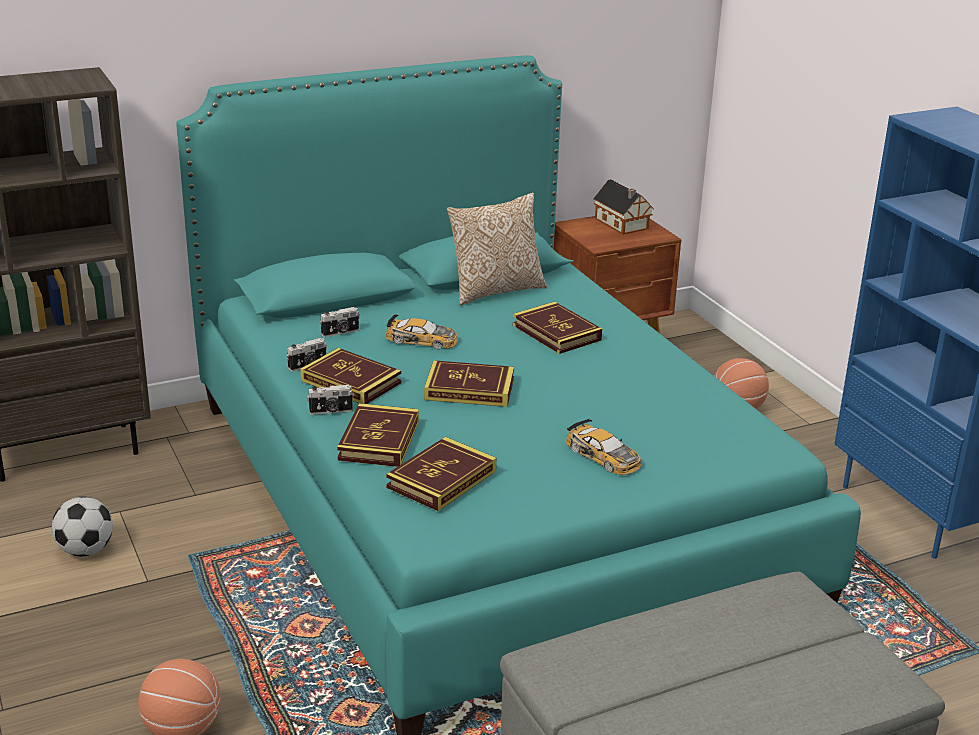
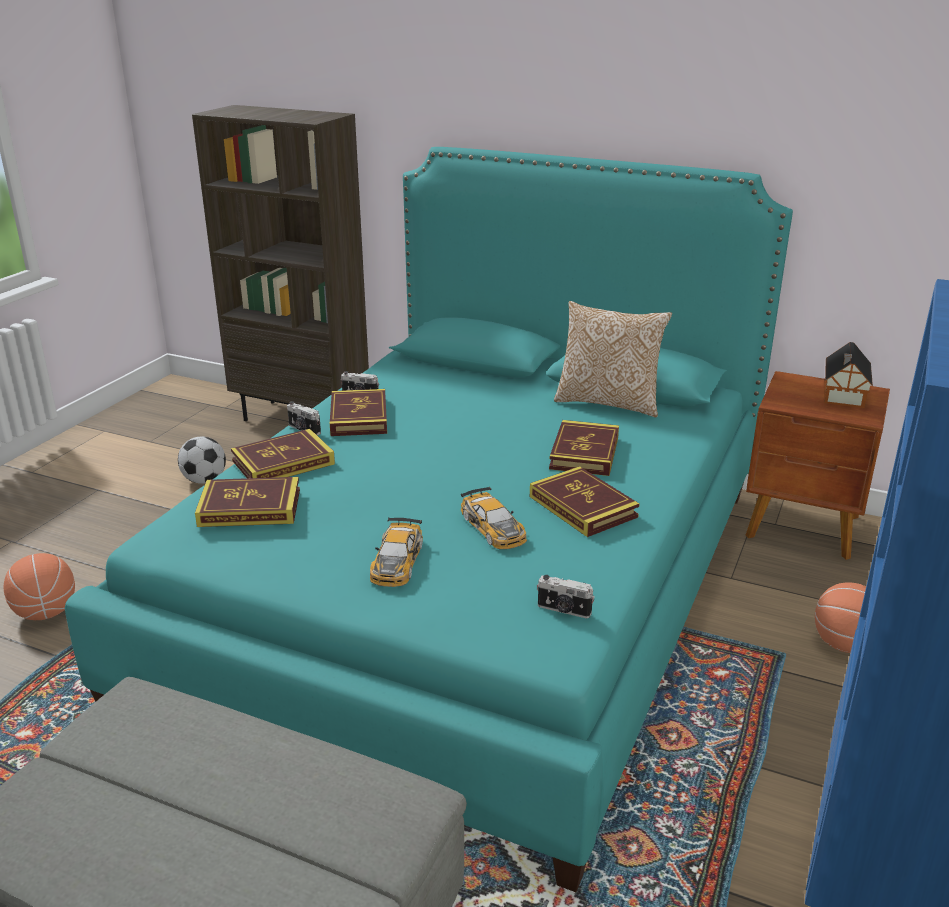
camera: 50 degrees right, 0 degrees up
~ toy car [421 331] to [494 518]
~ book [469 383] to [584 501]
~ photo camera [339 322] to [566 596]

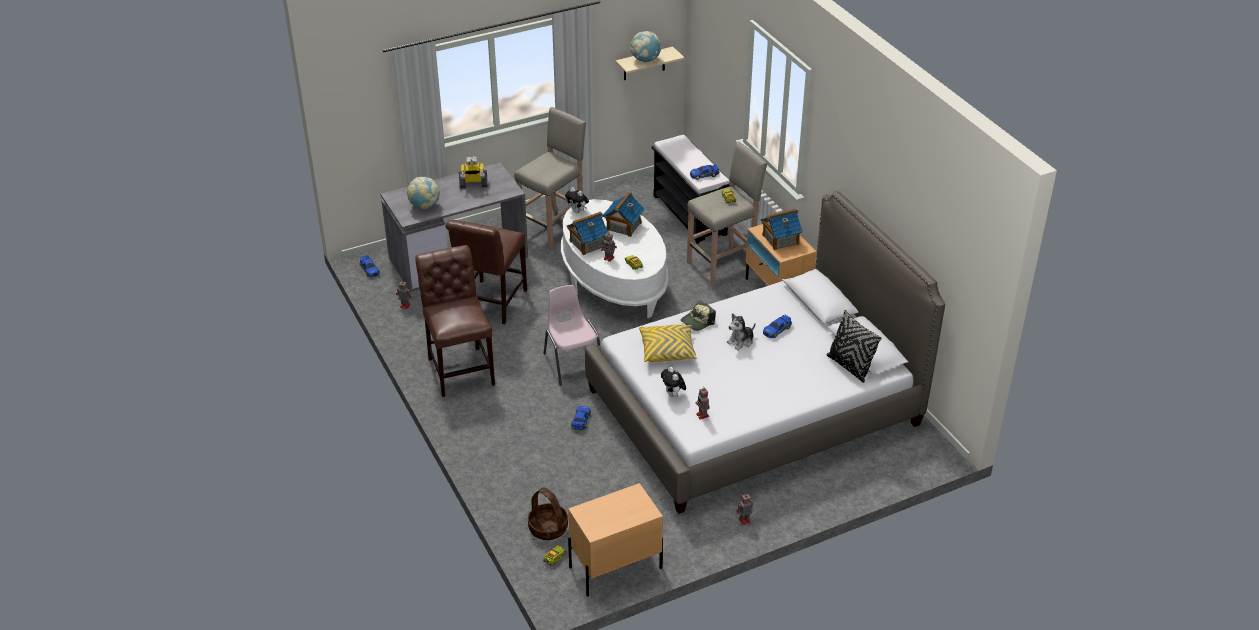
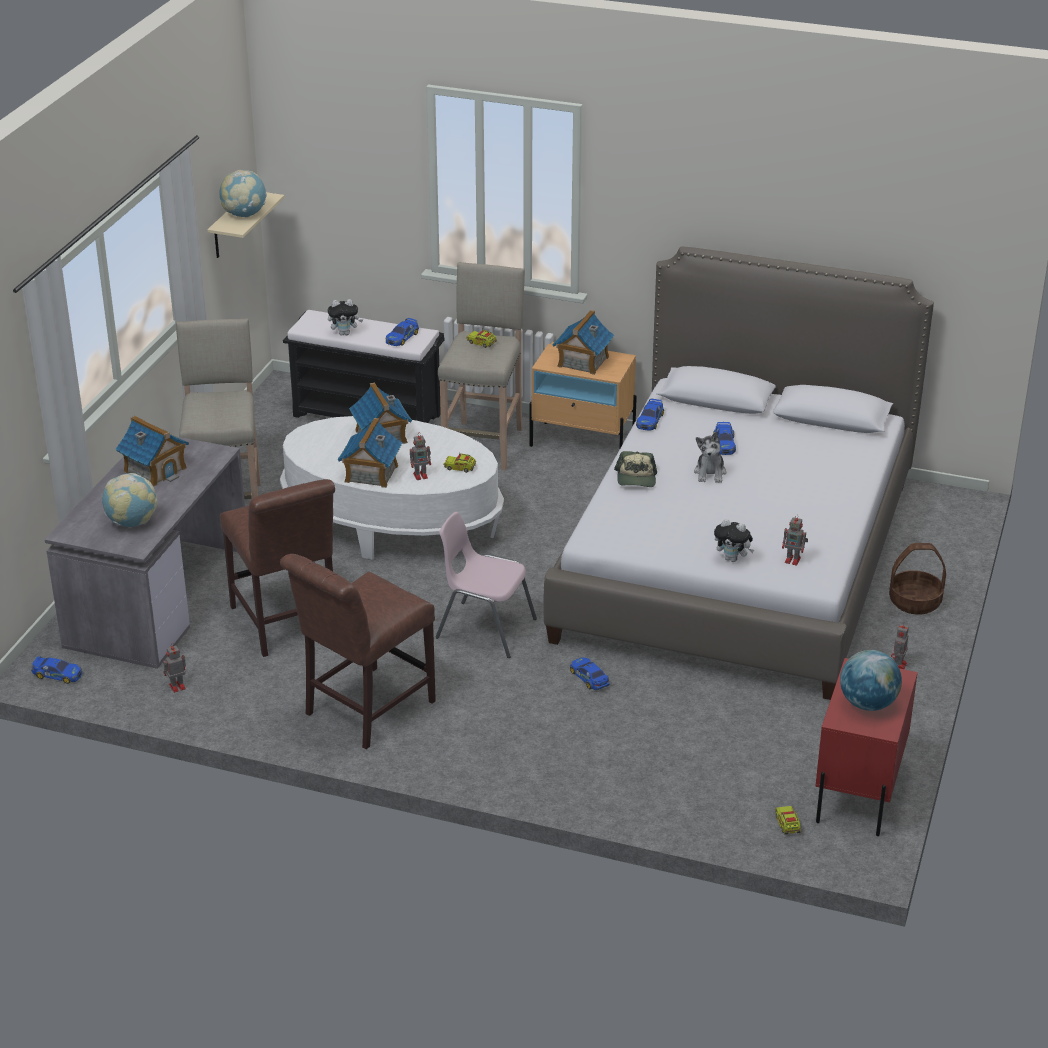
camera: 45 degrees left, 5 degrees down
~ toy robot [473 172] to toy house [152 451]
~ brown chair [455 321] = [358 651] 75 degrees counterclockwise
~ plush toy [577 200] to [345 317]
+ toy car [650 414]
~ beige nightstand [615 540] to red nightstand [866 747]
+ globe [871 680]
~ basket [548 513] to [917 579]
- yellow pillow [668 343]
- black pillow [854 346]

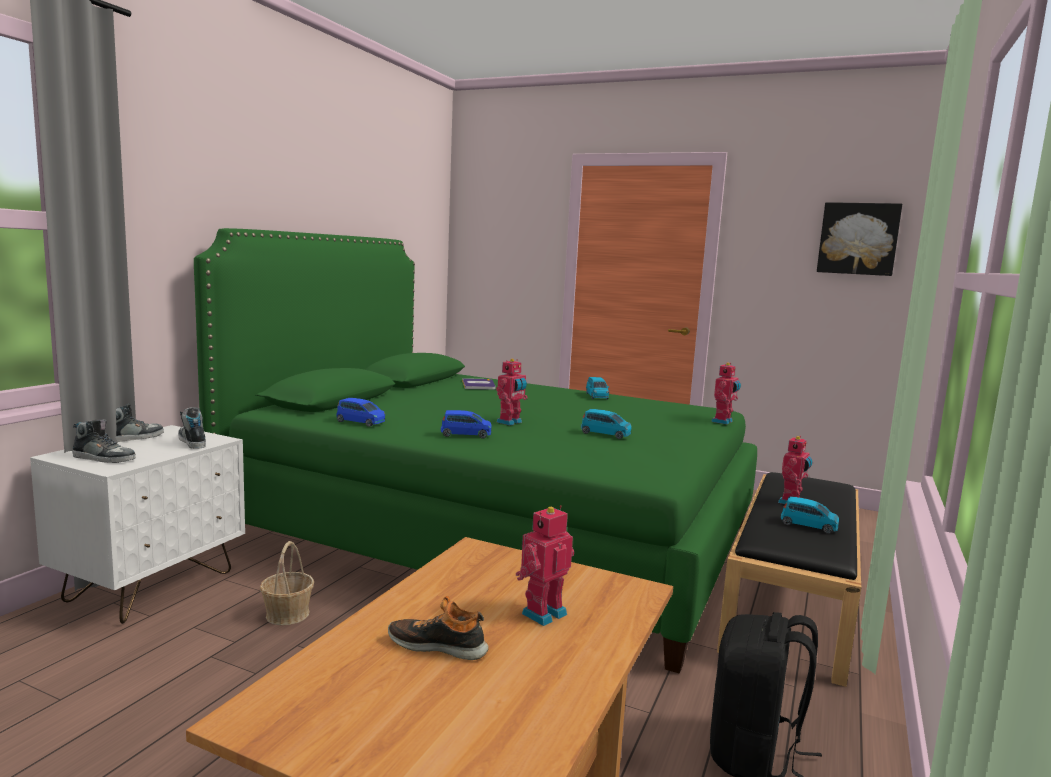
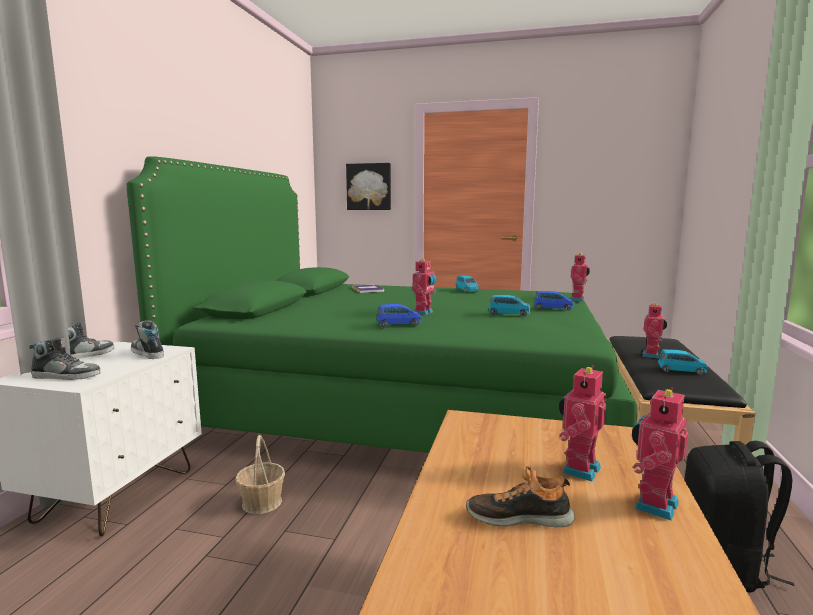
camera: 10 degrees left, 0 degrees up
~ picture [859 239] to [368 186]
~ blue toy car [360 412] to [553 301]
+ toy robot [660 453]

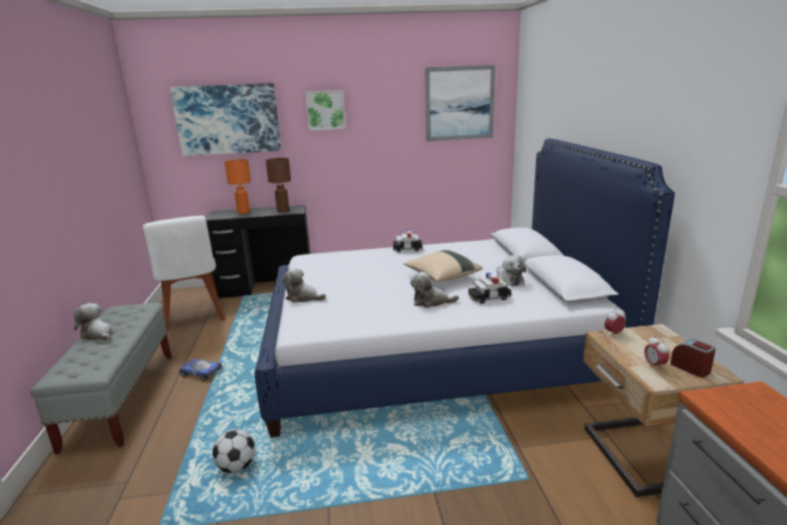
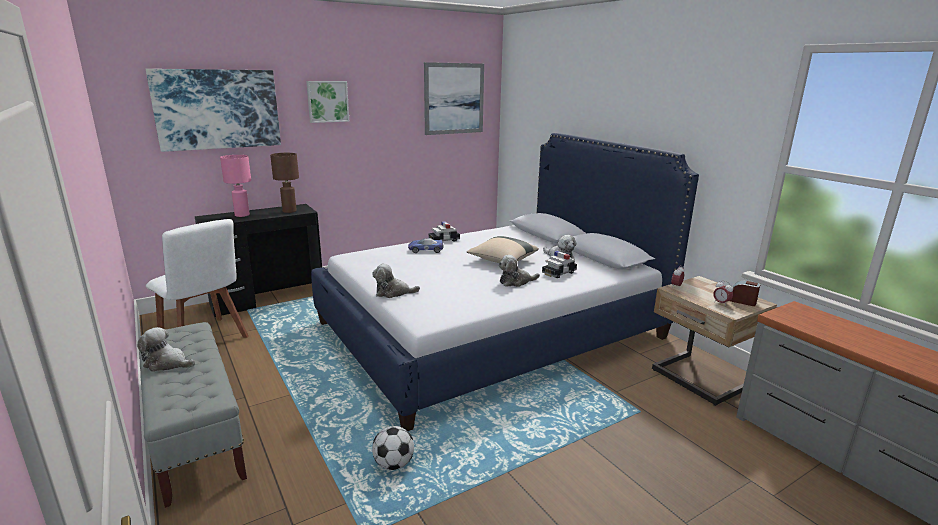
camera: 25 degrees left, 0 degrees up
~ orange table lamp [237 186] to pink table lamp [235 186]
~ toy car [200 370] to [426 245]

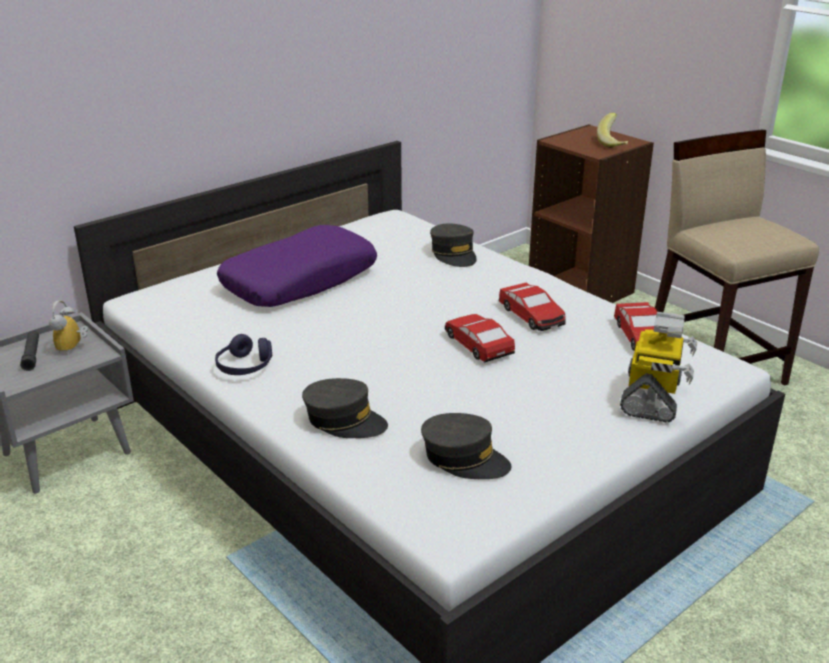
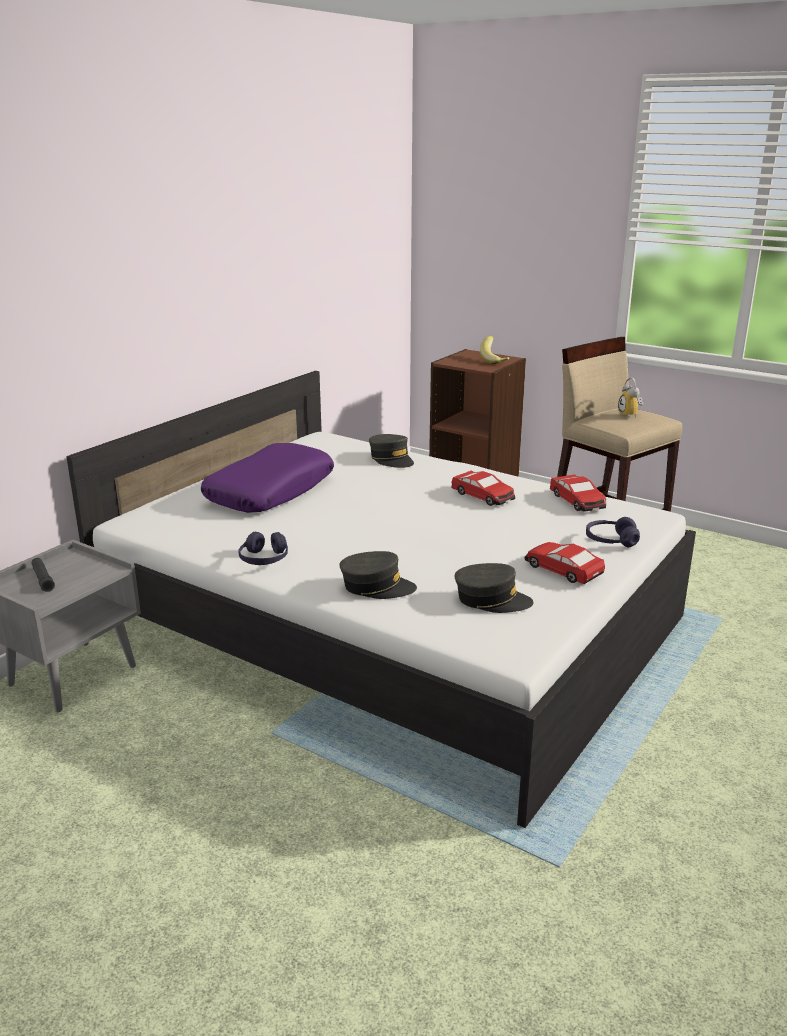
camera: 15 degrees left, 5 degrees down
~ toy car [480 338] to [565 563]
~ toy robot [658 367] to purple headphones [613 532]
~ alarm clock [69 327] to [630 398]

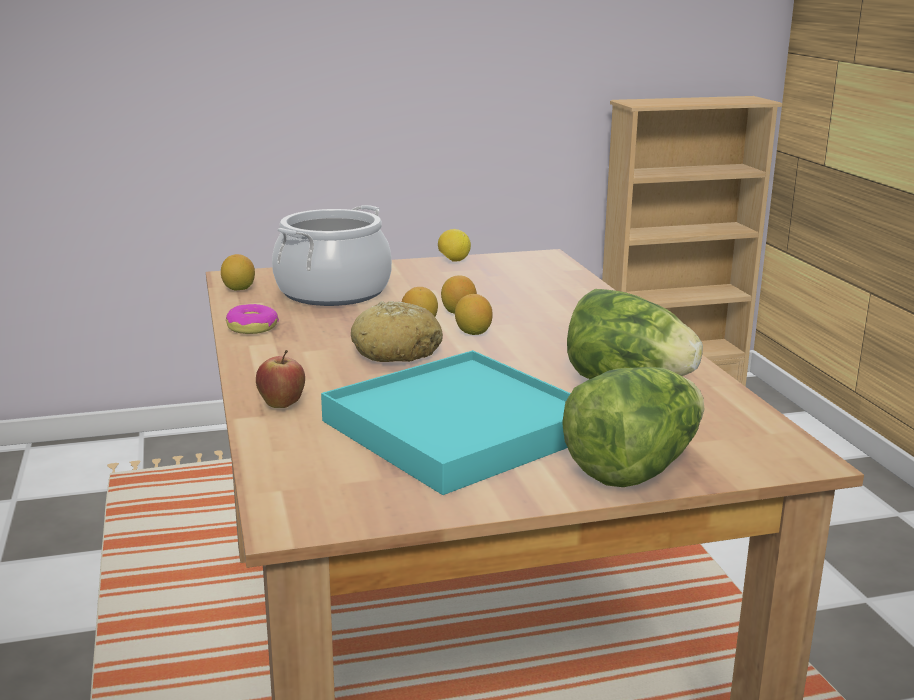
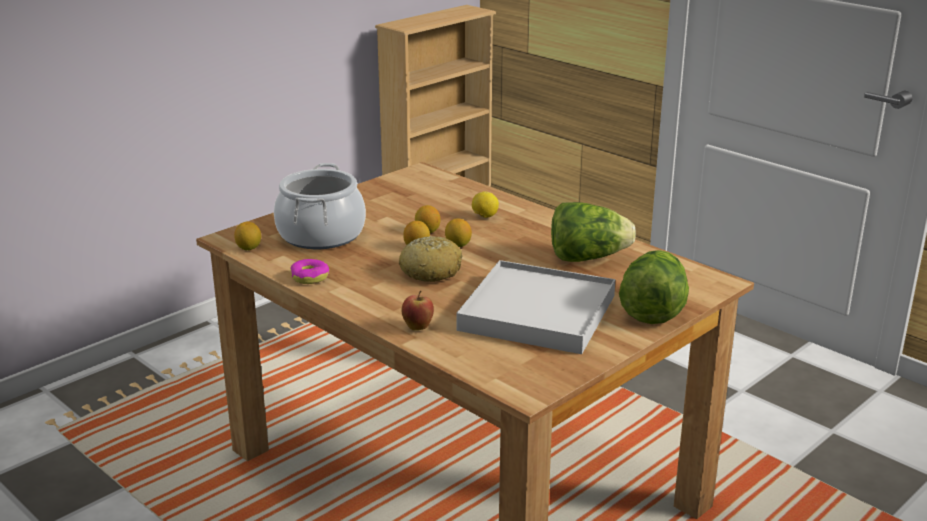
camera: 30 degrees left, 5 degrees up
~ turquoise tray [446 422] to white tray [536 307]
~ lemon [454 245] to [485 205]

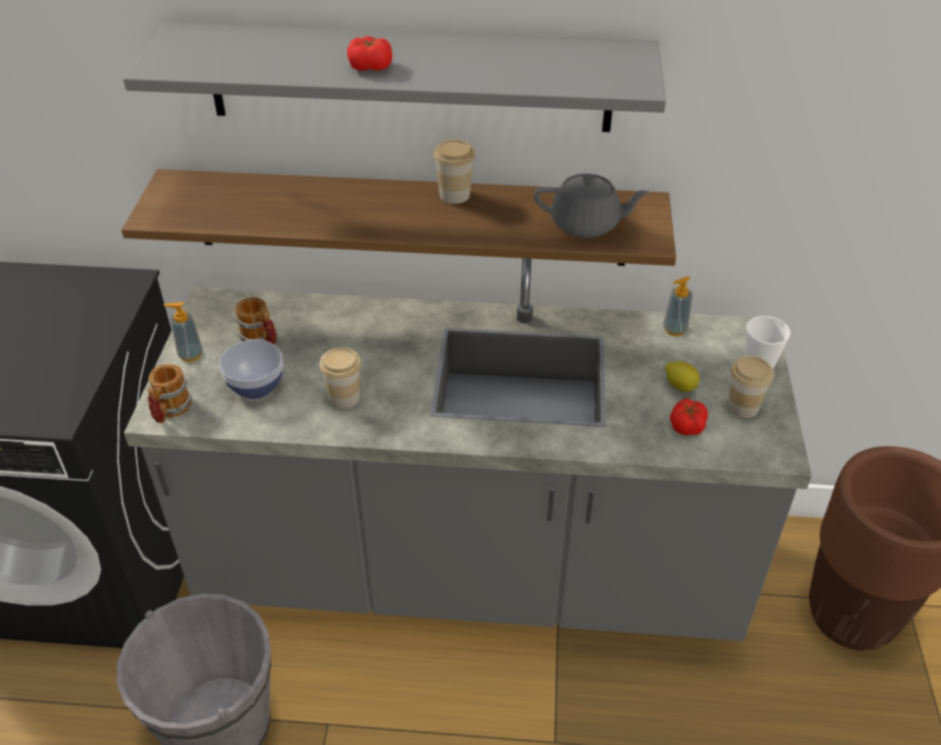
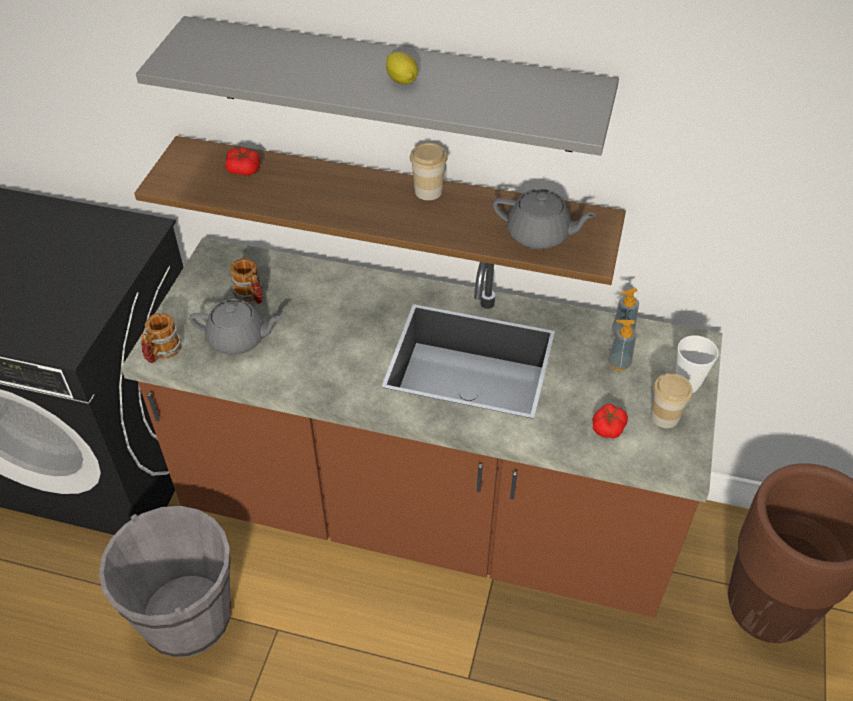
camera: 10 degrees right, 5 degrees up
~ grey counter [468 449] to brown counter [421 427]
~ bowl [251 369] to grey teapot [235 327]
~ tomato [369 53] to [242 161]
~ lemon [682 377] to [402 68]
~ soap dispenser [183 332] to [622 345]
- cup [340 378]

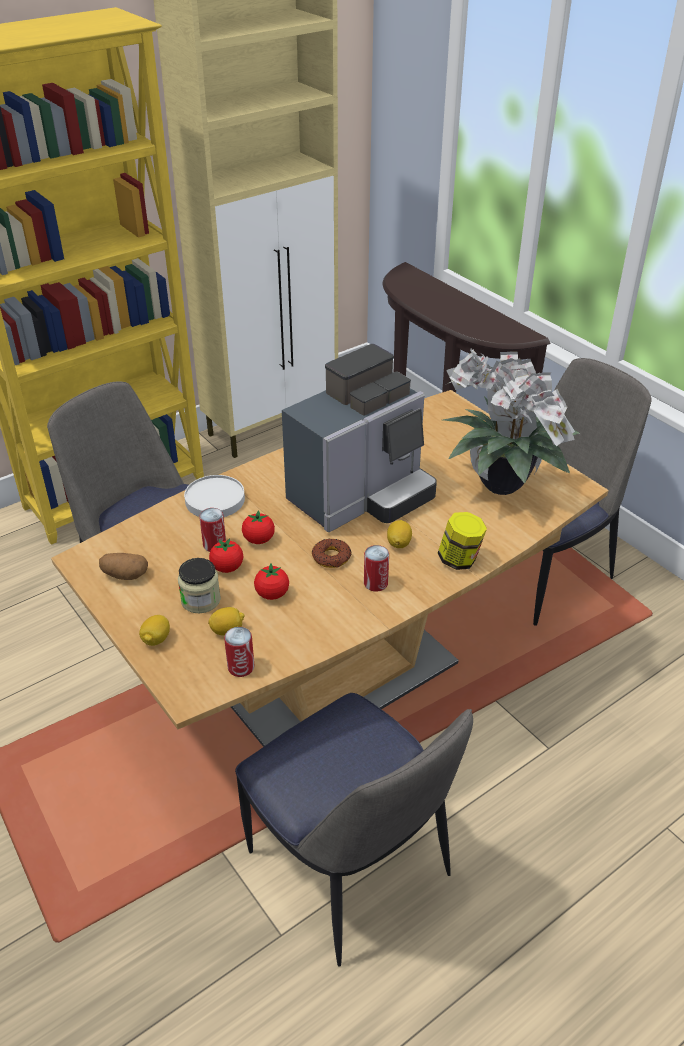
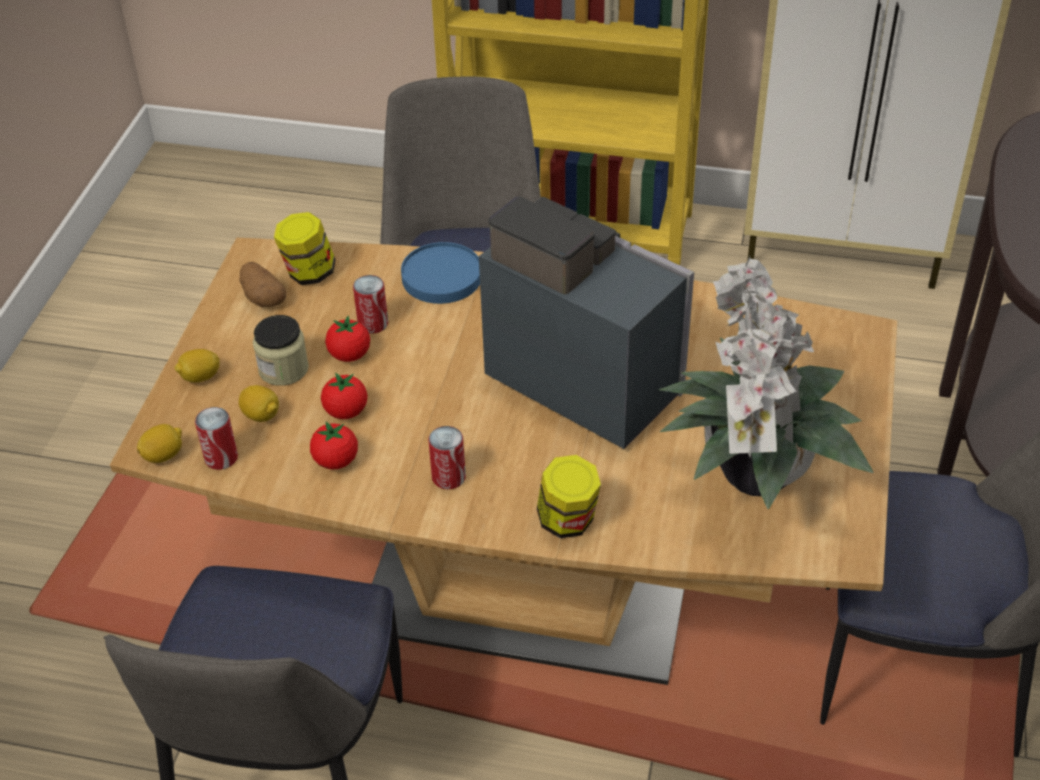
camera: 50 degrees right, 5 degrees up
~ lemon [399 534] to [159 443]
+ jar [304 248]
~ tomato [258 527] to [334 445]
~ white plate [214 496] to blue plate [440 273]
~ coffee machine [359 438] = [586 322] 150 degrees counterclockwise
- donut [332 553]

